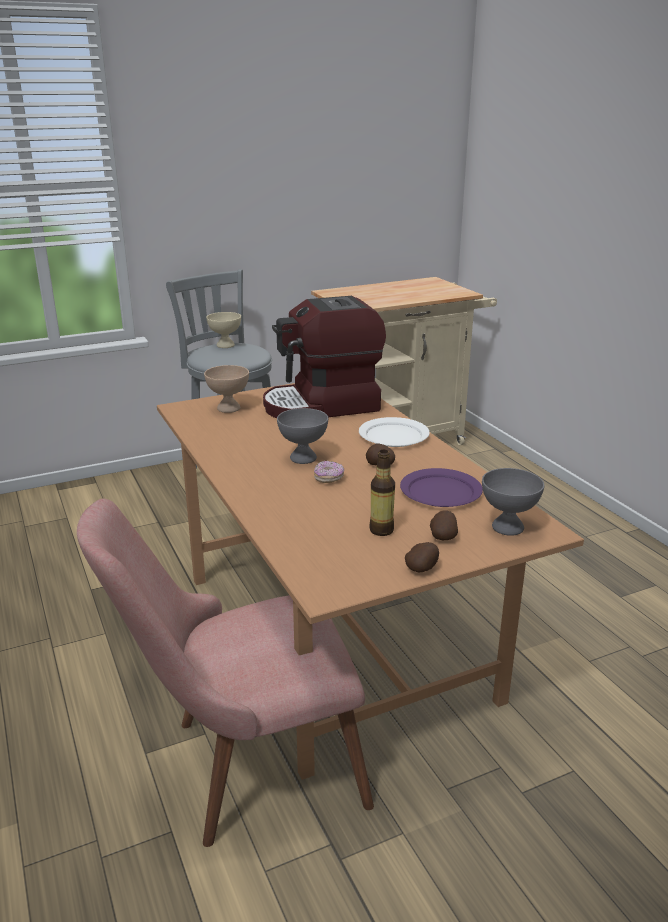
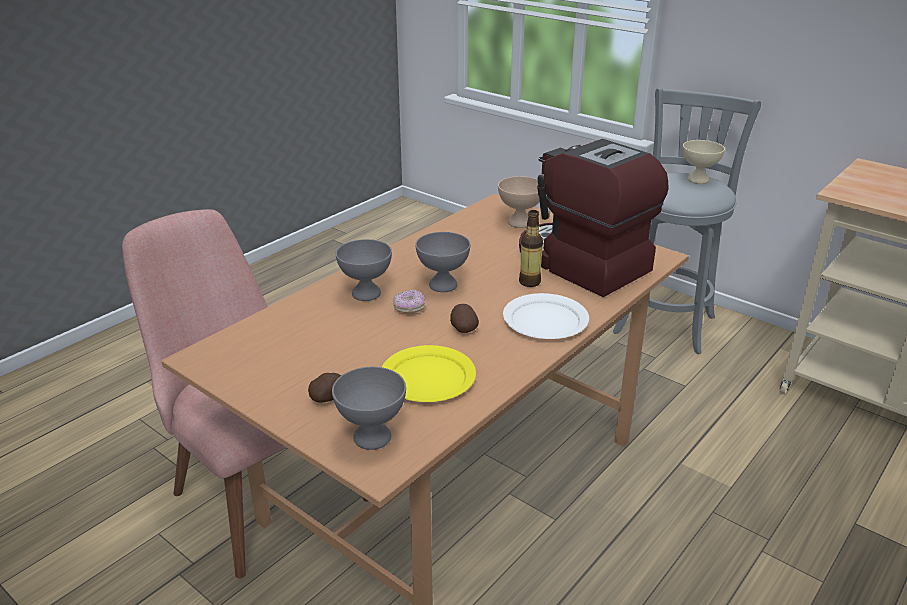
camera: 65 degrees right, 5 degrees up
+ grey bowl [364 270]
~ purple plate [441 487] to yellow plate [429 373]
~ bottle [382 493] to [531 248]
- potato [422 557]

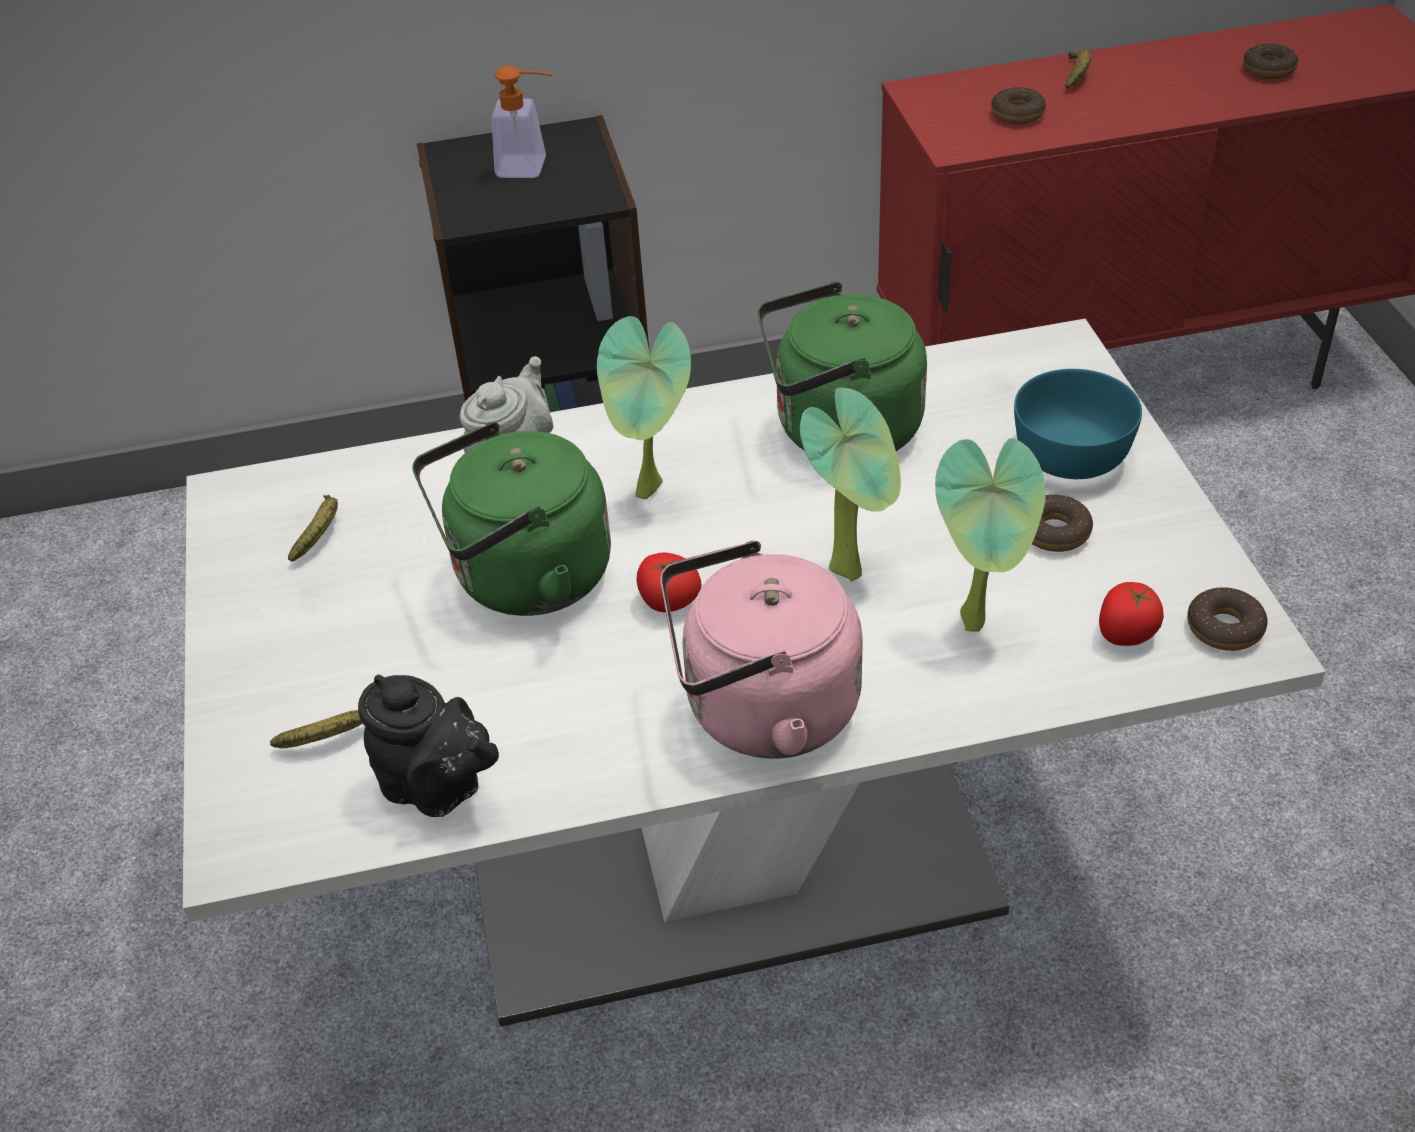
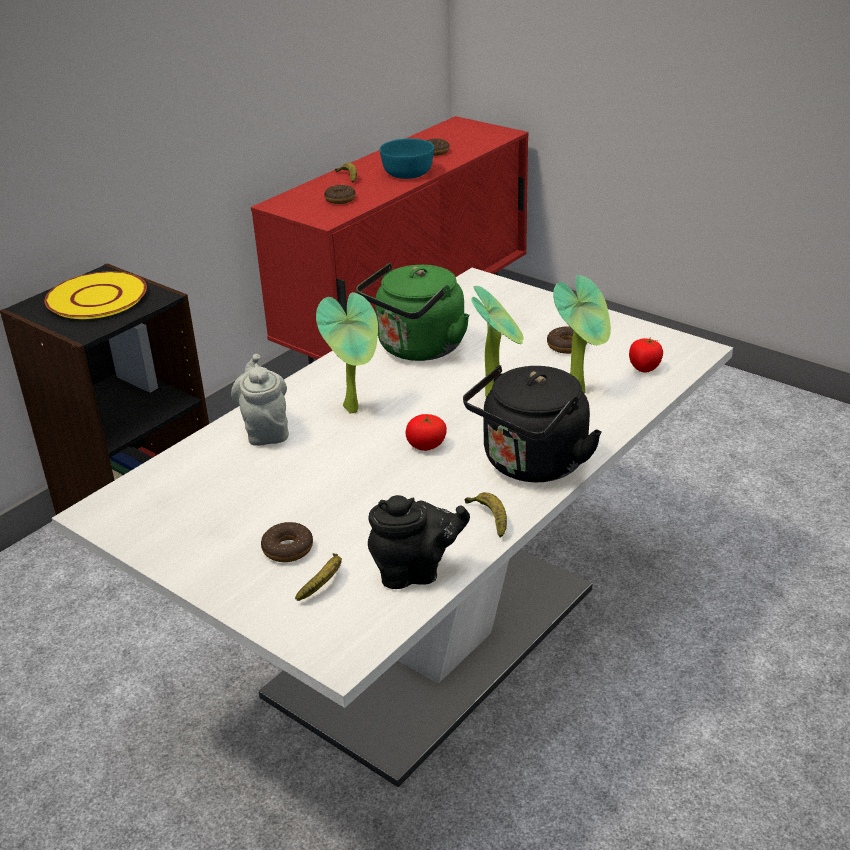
camera: 40 degrees left, 10 degrees down
~ soap dispenser [522 122] to yellow plate [96 295]
~ donut [1227 619] to [287 542]
~ turquoise bowl [1078 424] to [407 158]
~ pink kettle [761 649] to black kettle [532 423]
~ banana [313 528] to [486 515]
- green kettle [511 519]

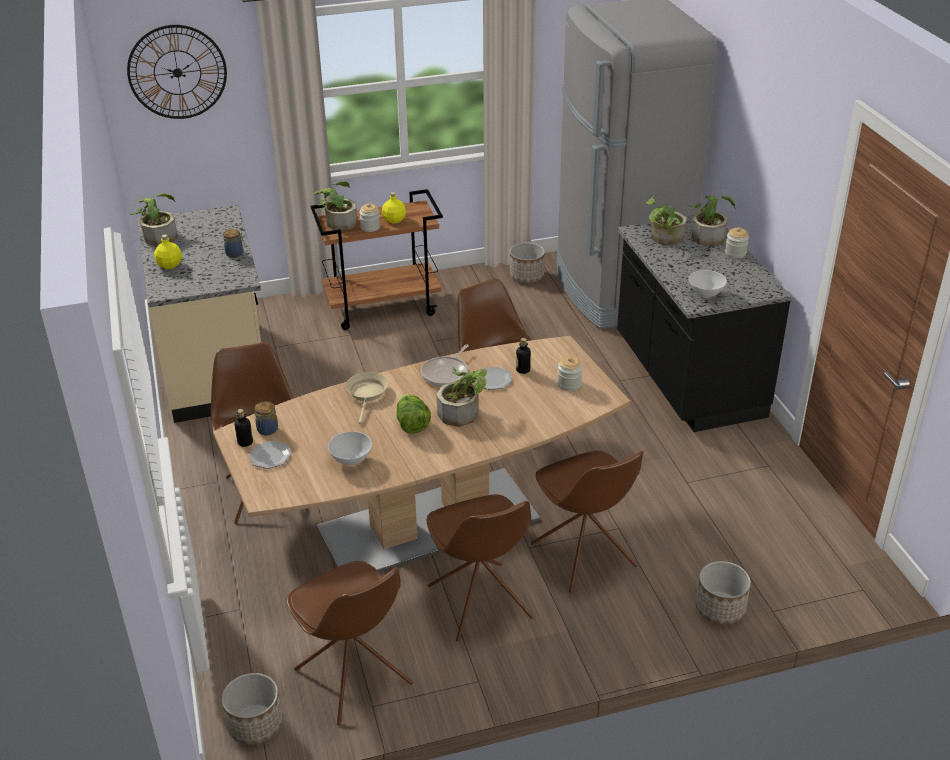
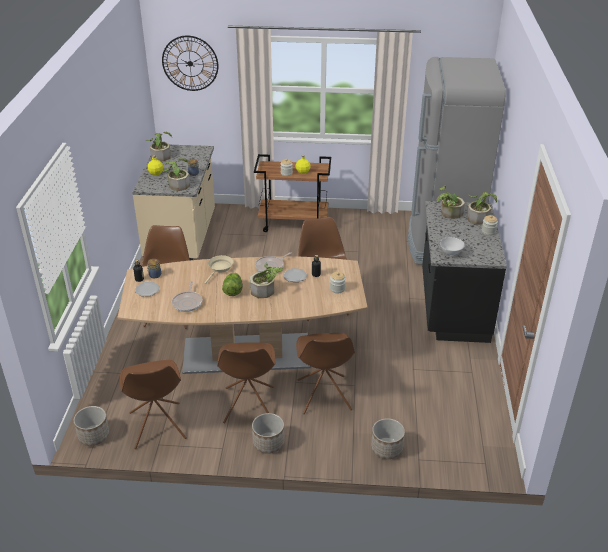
camera: 20 degrees right, 0 degrees up
~ potted plant [335 206] to [175 174]
~ white bowl [350 448] to frying pan [187 296]
~ planter [527 263] to [268 433]

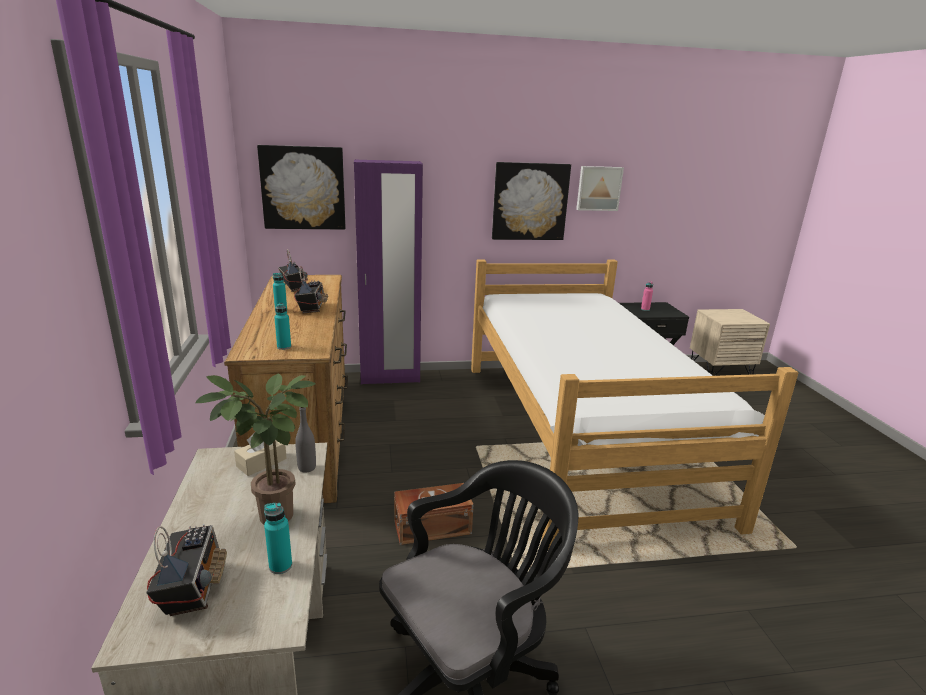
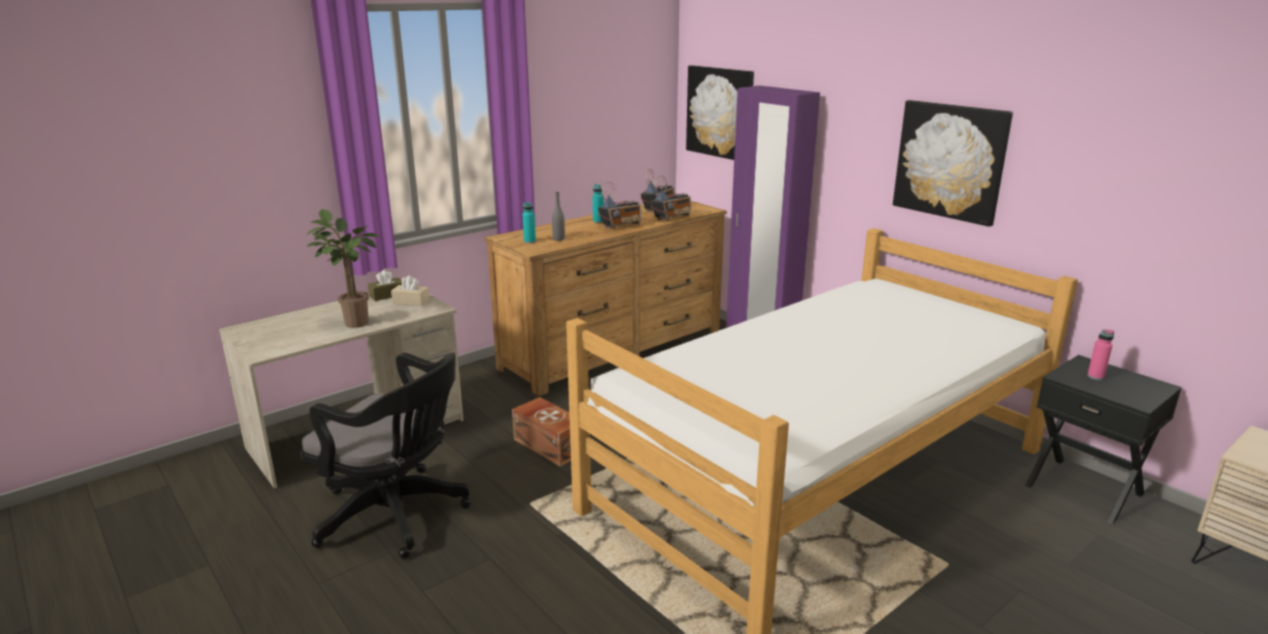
camera: 60 degrees right, 0 degrees up
+ brown tissue box [385 285]
~ grey bottle [305 440] to [558 216]
~ radio [186 570] to [671 198]
- turquoise bottle [278 538]
- picture [600 188]

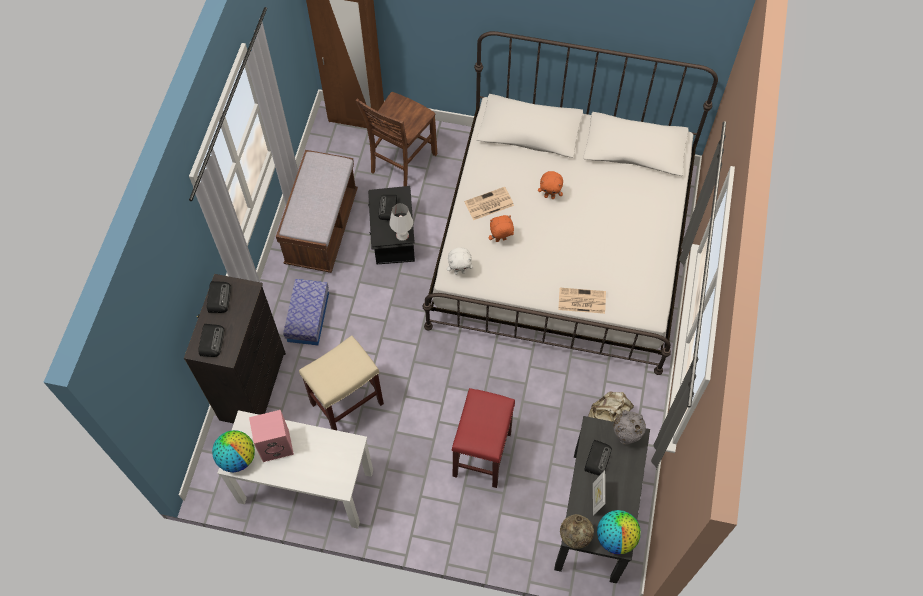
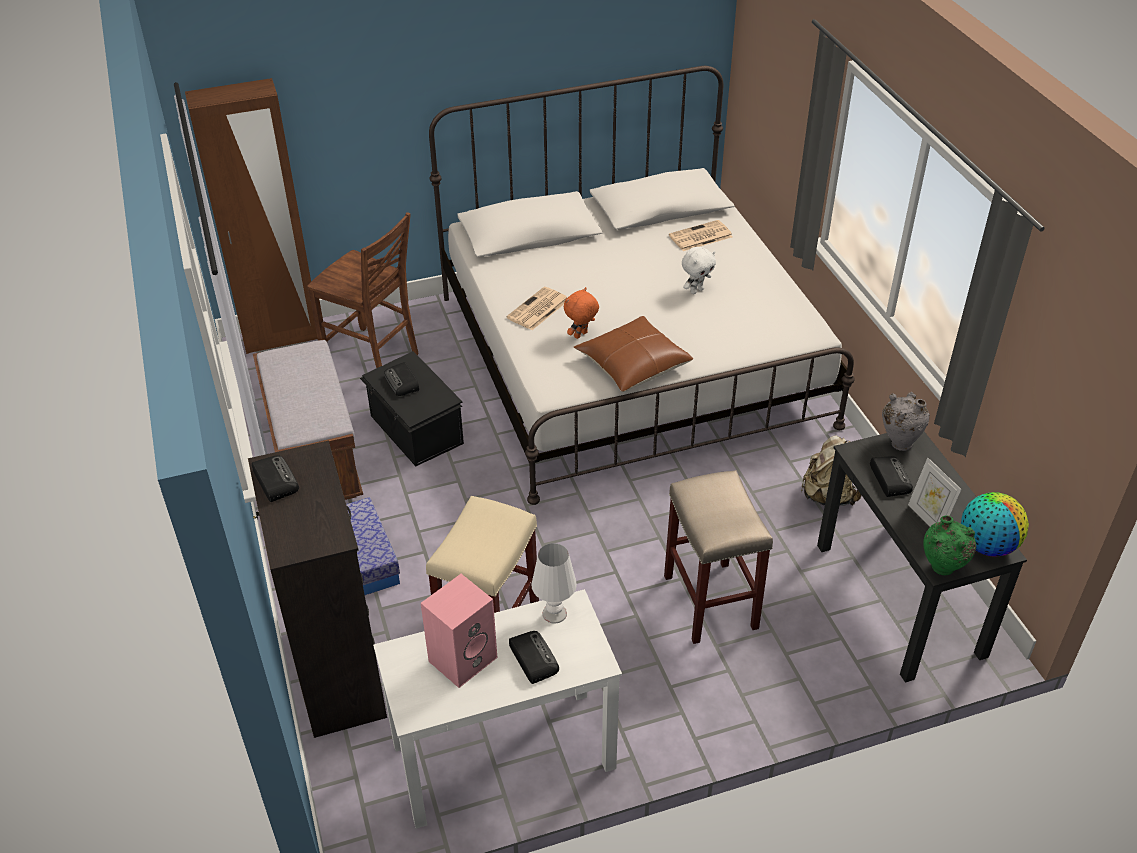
camera: 30 degrees left, 20 degrees down
~ brown chair [396 139] = [363 290] 60 degrees counterclockwise
~ radio [211 340] to [534 657]
~ white table lamp [401 222] to [554 583]
+ brown pillow [633 354]
~ red stool [483 438] to beige stool [718 557]
~ newspaper [582 301] to [701 235]
~ white plush toy [460 261] to [699 270]
~ beige vase [577 531] to green vase [949 545]
- globe [233 451]
- orange plush toy [550 185]

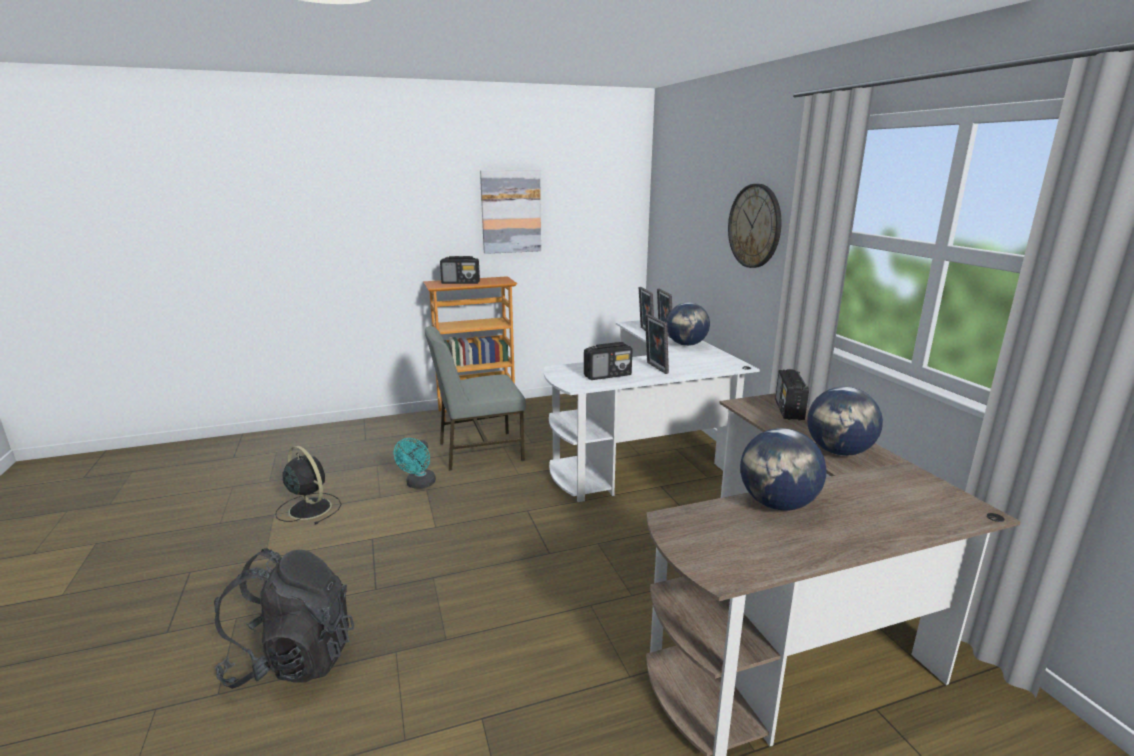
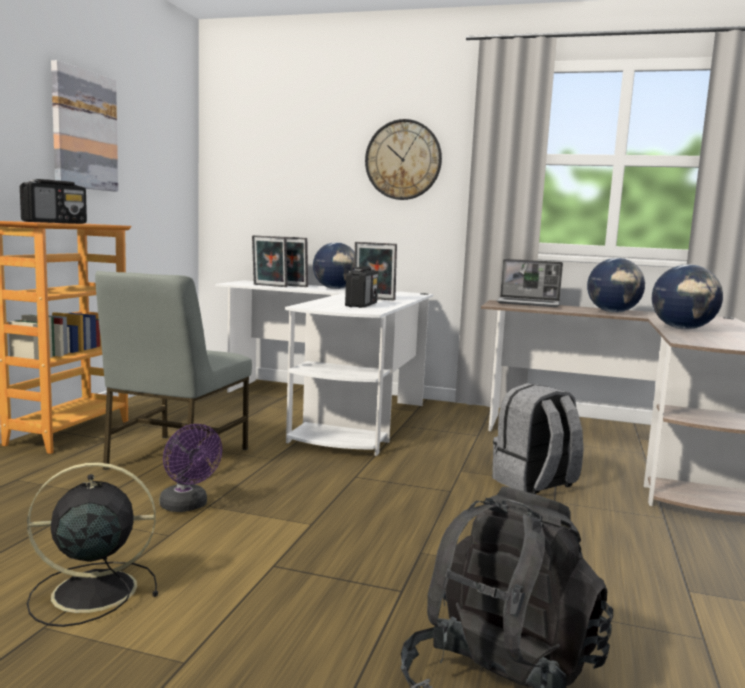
camera: 55 degrees left, 10 degrees down
~ turquoise fan [415 463] to purple fan [191 468]
+ grey backpack [538 438]
~ radio [792 395] to laptop [530 283]

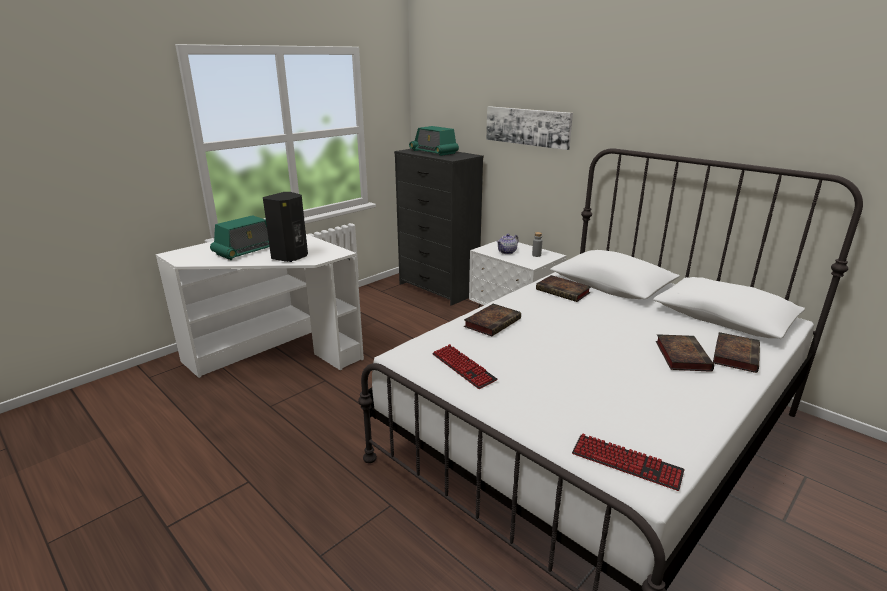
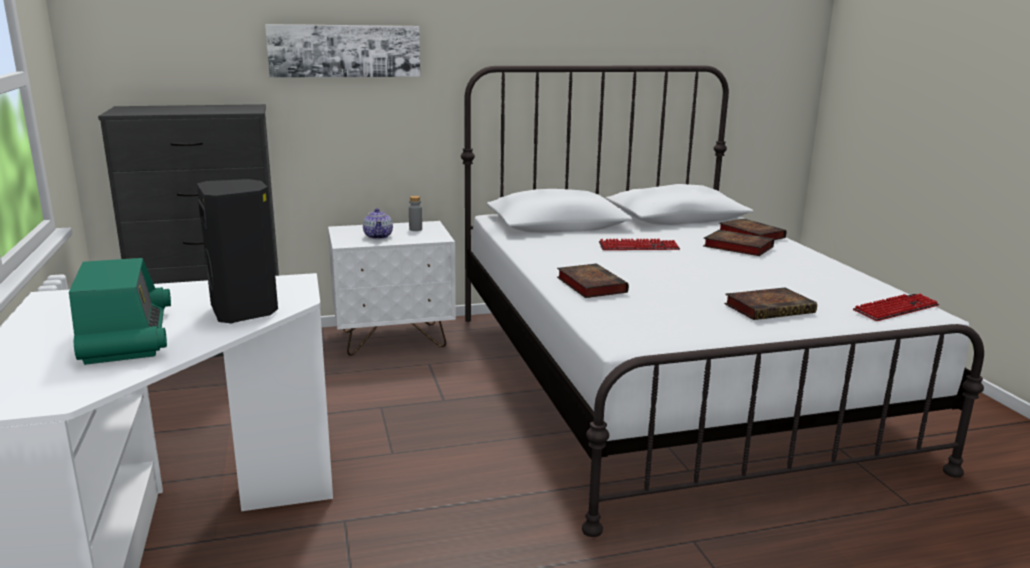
camera: 60 degrees left, 5 degrees down
~ keyboard [465 366] to [639 244]
~ book [563 288] to [770 303]
- radio [434 141]

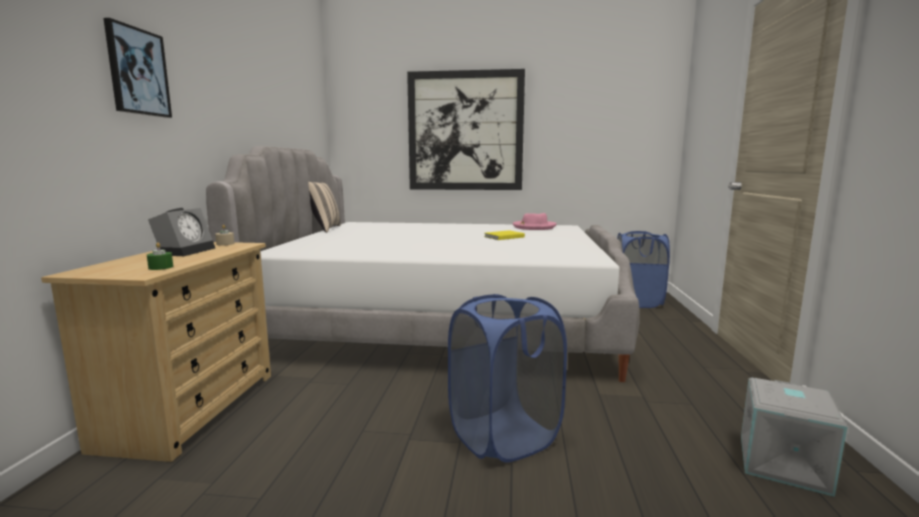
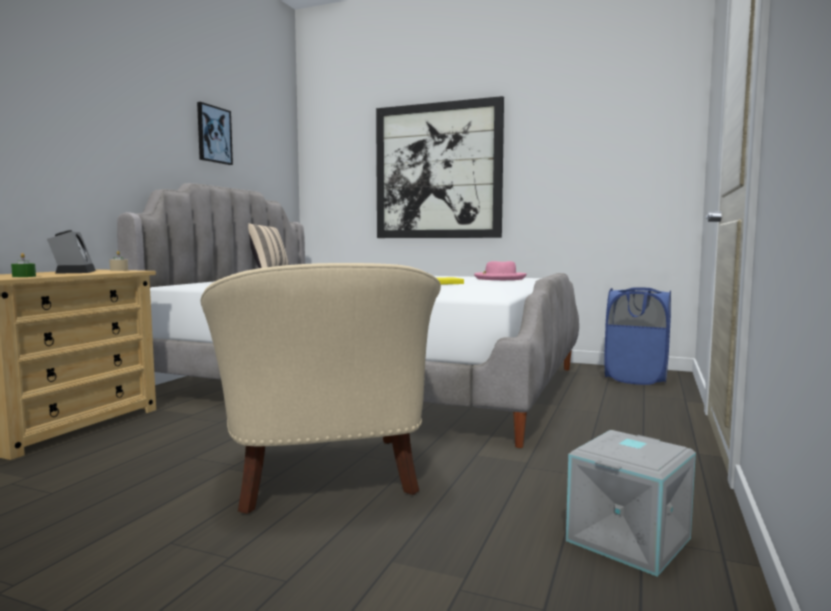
camera: 15 degrees right, 5 degrees down
~ alarm clock [181 232] = [71 252] 45 degrees counterclockwise
~ picture [137 68] to [215 133]
~ blue laundry basket [507 378] to beige armchair [321 388]

